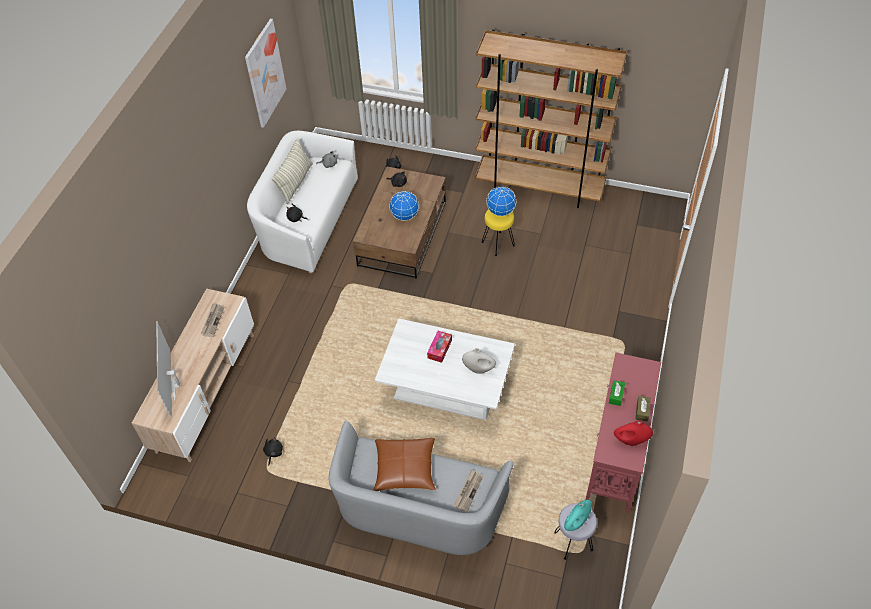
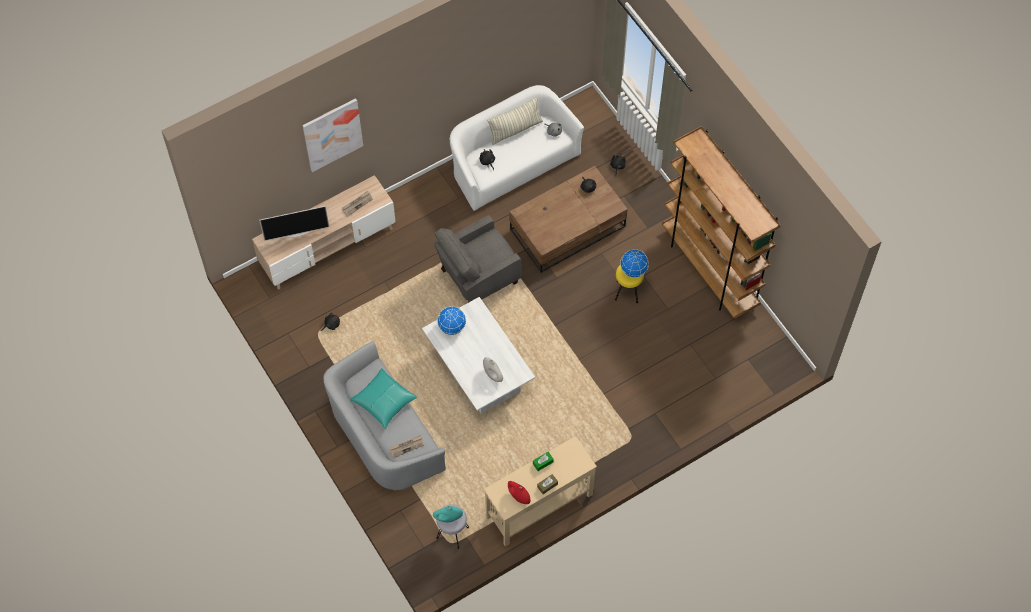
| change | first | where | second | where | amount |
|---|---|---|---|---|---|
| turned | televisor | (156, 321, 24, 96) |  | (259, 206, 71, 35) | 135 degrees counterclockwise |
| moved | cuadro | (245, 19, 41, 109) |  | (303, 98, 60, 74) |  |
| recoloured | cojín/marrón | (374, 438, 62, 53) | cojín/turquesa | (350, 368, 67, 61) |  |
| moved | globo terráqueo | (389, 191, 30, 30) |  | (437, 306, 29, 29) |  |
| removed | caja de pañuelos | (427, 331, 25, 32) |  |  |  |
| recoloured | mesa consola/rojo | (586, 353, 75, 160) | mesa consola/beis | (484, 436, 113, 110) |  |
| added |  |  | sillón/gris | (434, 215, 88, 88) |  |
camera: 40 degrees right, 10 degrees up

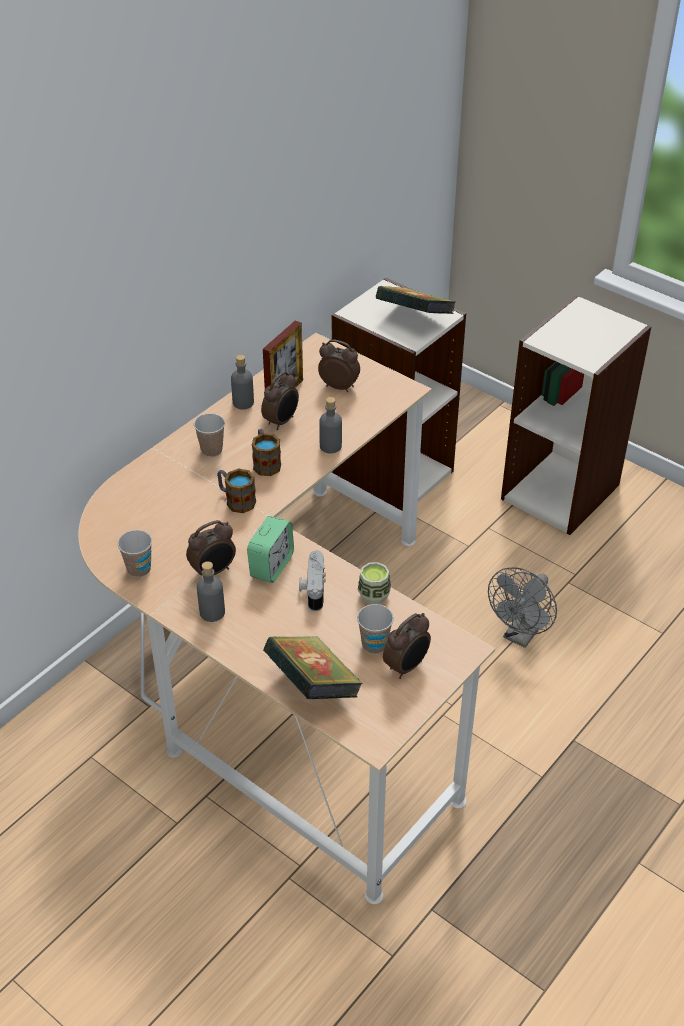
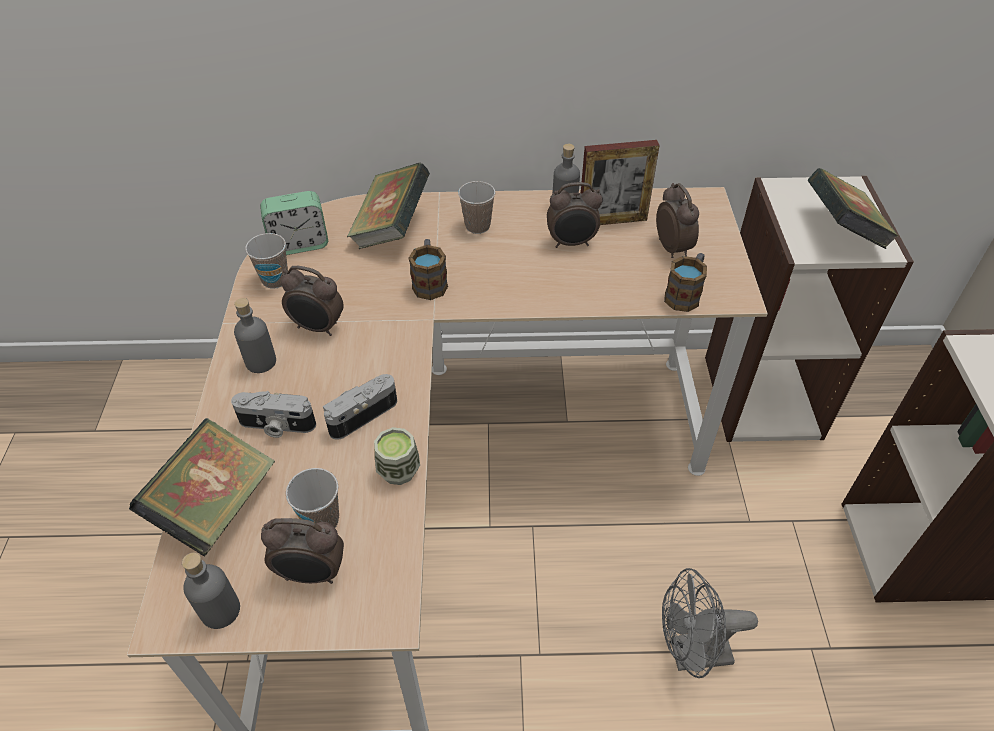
| change | first | where | second | where | amount |
|---|---|---|---|---|---|
| moved | despertador | (247, 516, 47, 67) |  | (260, 191, 68, 64) |  |
| moved | taza grande | (252, 429, 29, 47) |  | (664, 253, 43, 59) |  |
| moved | botella/gris | (319, 397, 23, 56) |  | (182, 553, 58, 76) |  |
| added |  |  | cámara | (231, 391, 85, 47) |  |
| added |  |  | libro | (347, 163, 83, 86) |  |
camera: 50 degrees right, 5 degrees up

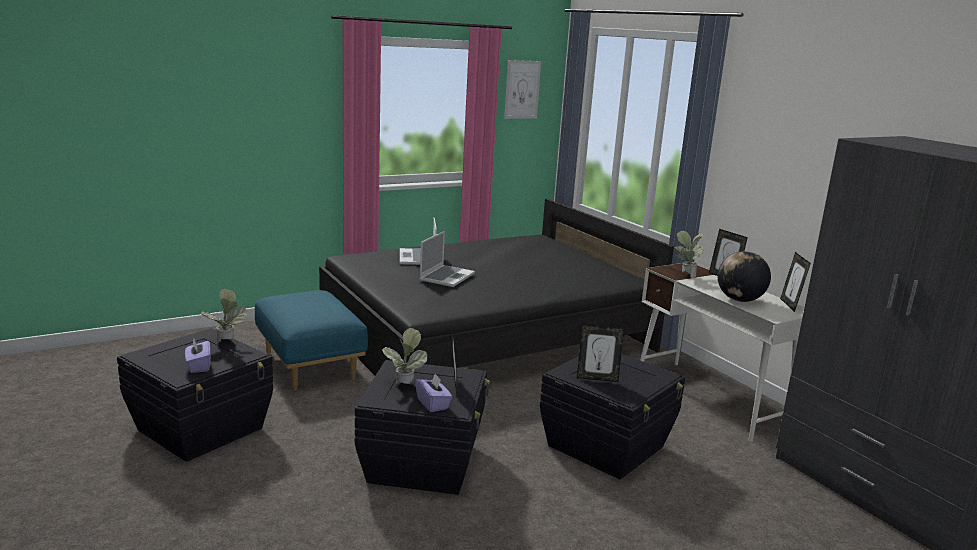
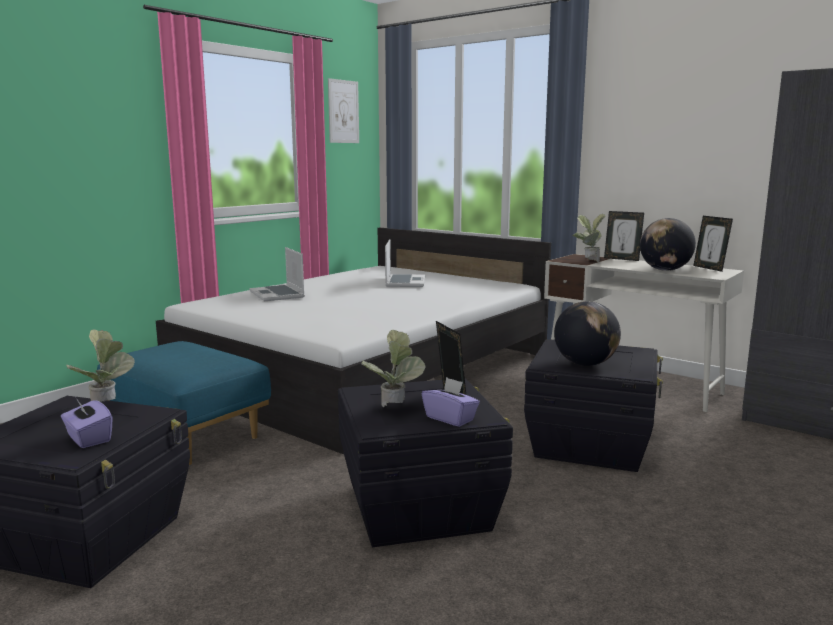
| change | first | where | second | where | amount |
|---|---|---|---|---|---|
| recoloured | cama/negro | (319, 199, 355, 176) | cama/blanco | (156, 228, 395, 226) |  |
| moved | portátil | (420, 231, 55, 56) |  | (385, 240, 40, 47) |  |
| replaced | portarretratos | (577, 324, 47, 58) | globo terráqueo | (554, 301, 67, 65) |  |
camera: 20 degrees left, 5 degrees down

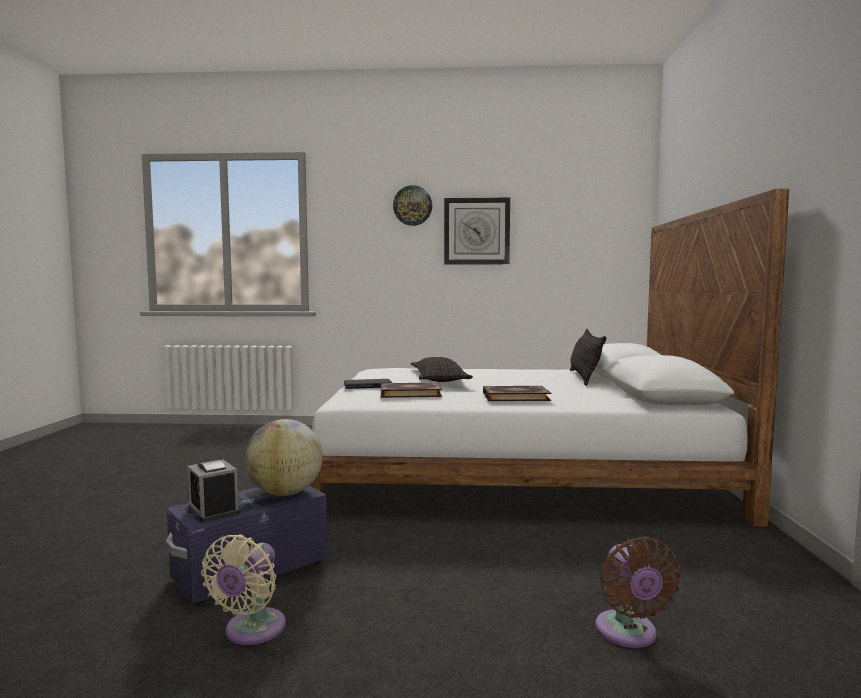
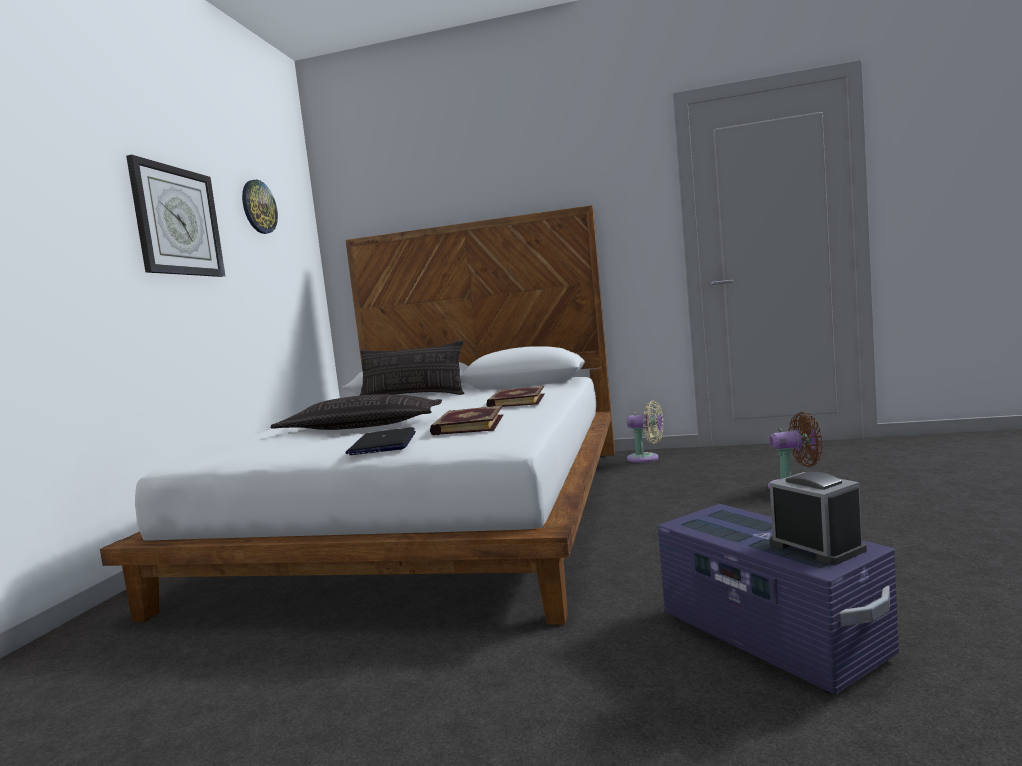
| change | first | where | second | where | amount |
|---|---|---|---|---|---|
| turned | despertador | (187, 459, 52, 63) |  | (770, 472, 97, 93) | 90 degrees counterclockwise |
| moved | ventilador/beis | (201, 534, 85, 111) |  | (627, 400, 36, 63) |  |
| removed | globo terráqueo | (245, 419, 78, 77) |  |  |  |
| moved | reloj de pared | (393, 185, 39, 41) |  | (242, 180, 36, 54) |  |
camera: 80 degrees left, 0 degrees up

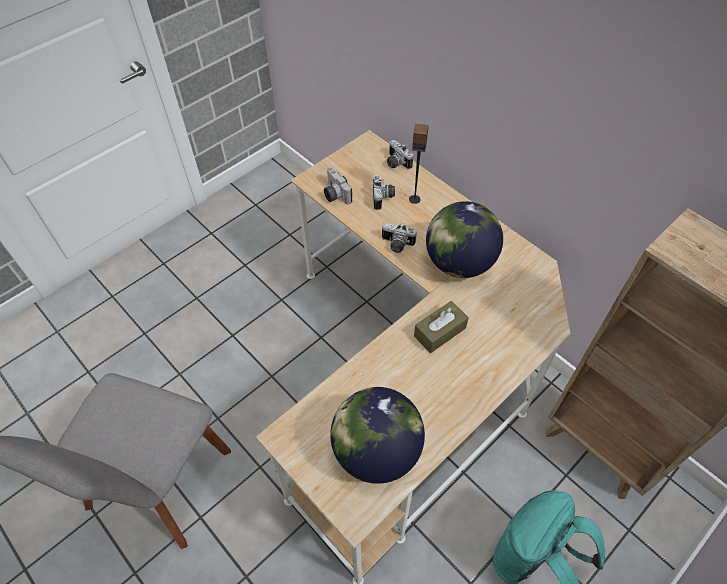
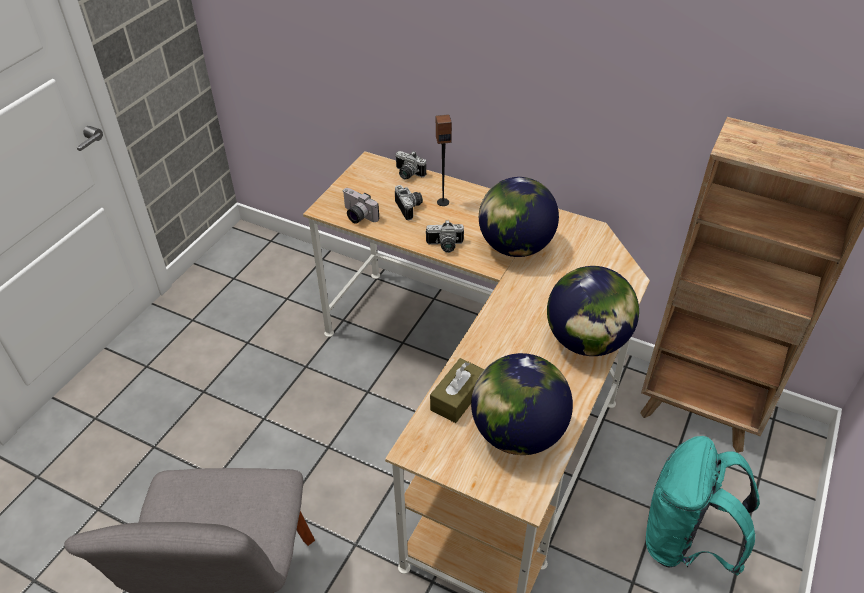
| change | first | where | second | where | amount |
|---|---|---|---|---|---|
| moved | caja de pañuelos/marrón | (414, 301, 55, 52) |  | (430, 358, 54, 65) |  |
| added |  |  | globo terráqueo | (547, 266, 92, 90) |  |
camera: 20 degrees left, 10 degrees down

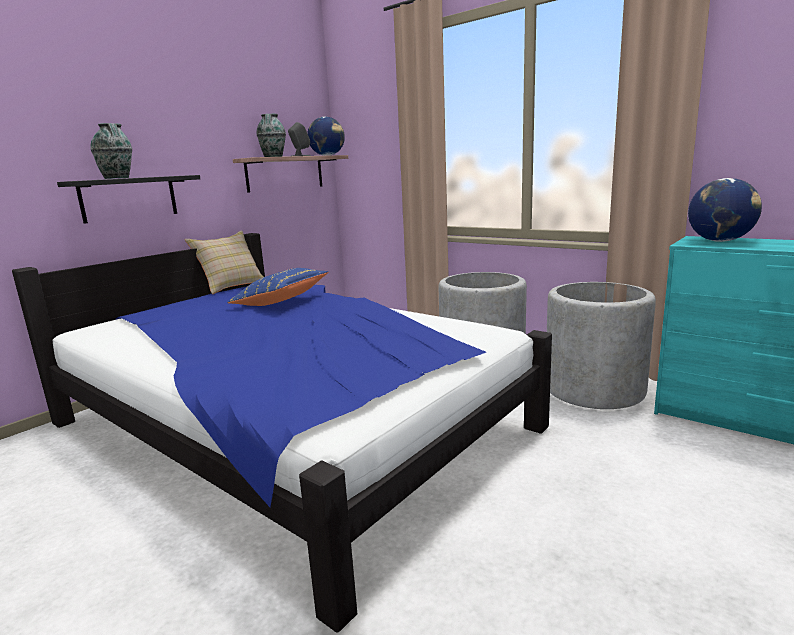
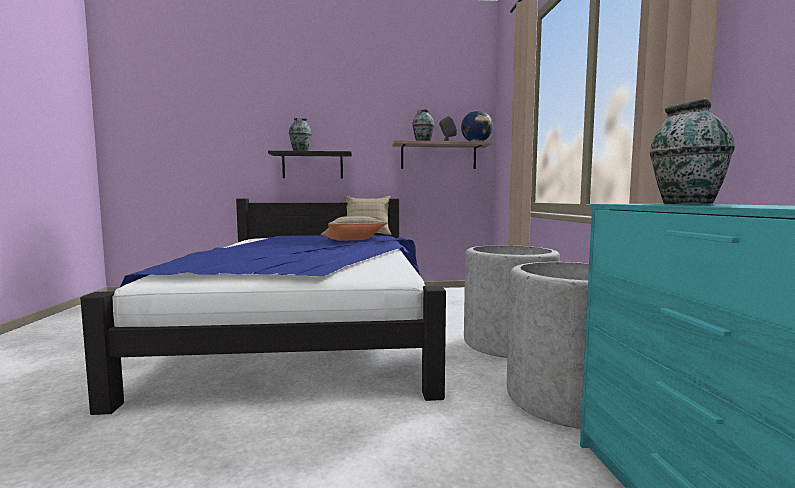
| change | first | where | second | where | amount |
|---|---|---|---|---|---|
| recoloured | cojín/azul | (227, 268, 101, 38) | cojín/beis | (321, 216, 67, 25) |  |
| replaced | globo terráqueo | (688, 178, 74, 64) | florero | (650, 99, 85, 105) |  |
camera: 45 degrees right, 10 degrees down

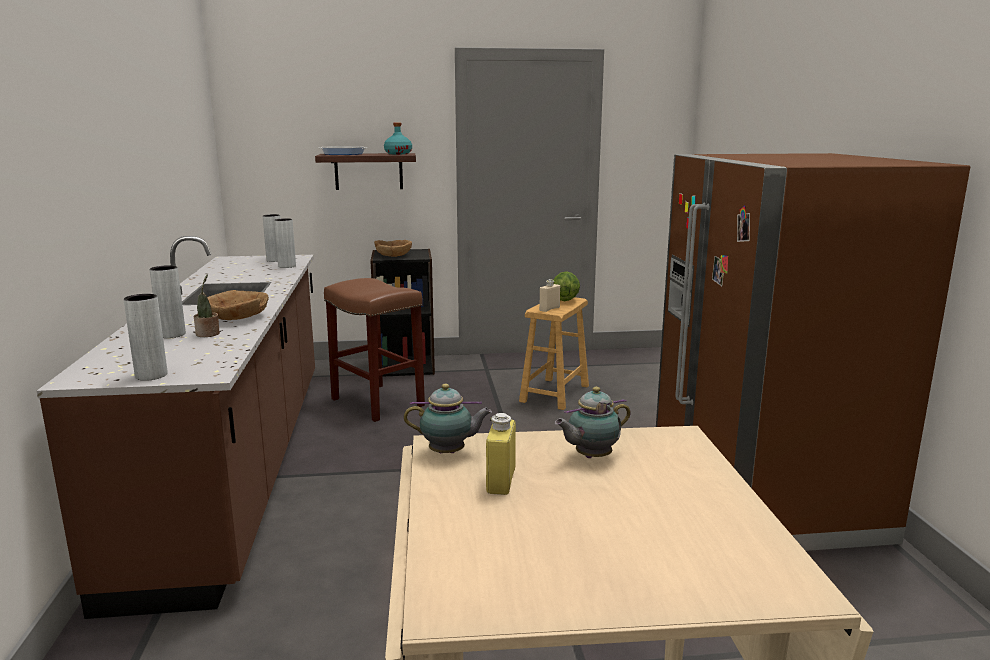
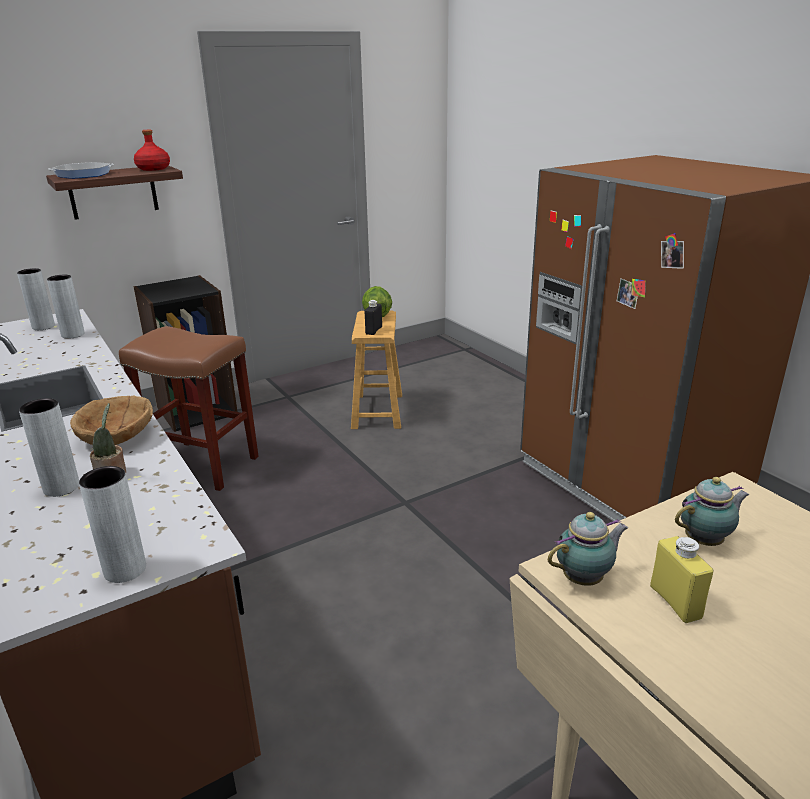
| change | first | where | second | where | amount |
|---|---|---|---|---|---|
| removed | cuenco/marrón | (374, 240, 38, 17) |  |  |  |
| recoloured | botella/turquesa | (384, 122, 28, 32) | botella/rojo | (134, 130, 36, 41) |  |
| recoloured | botella/beis | (539, 279, 21, 33) | botella/negro | (365, 300, 17, 35) |  |
| turned | tetera | (555, 387, 75, 71) |  | (675, 477, 74, 69) | 150 degrees counterclockwise |
camera: 25 degrees left, 10 degrees up

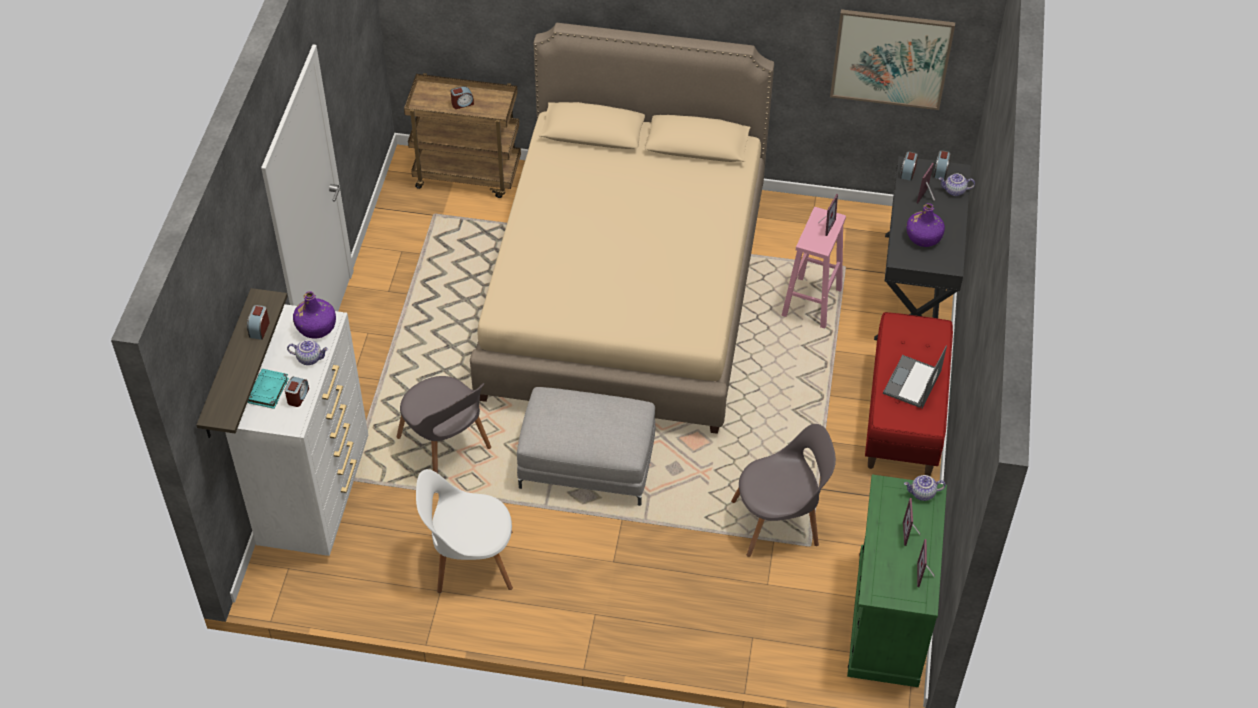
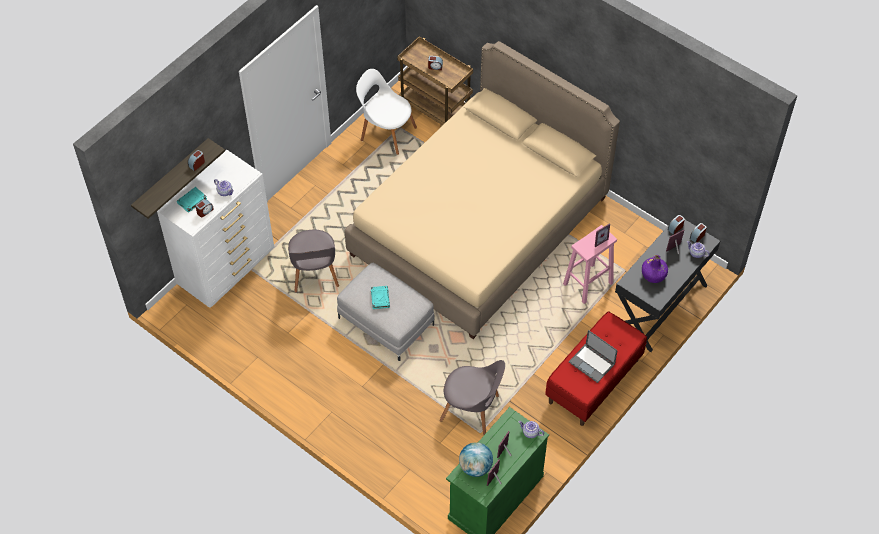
| change | first | where | second | where | amount |
|---|---|---|---|---|---|
| removed | botella/morado | (293, 291, 43, 48) |  |  |  |
| moved | silla/blanco | (416, 469, 97, 124) |  | (356, 69, 61, 86) |  |
| removed | cuadro | (830, 9, 125, 101) |  |  |  |
| turned | portátil | (883, 346, 64, 62) |  | (569, 330, 49, 53) | 105 degrees counterclockwise |
| added |  |  | libro/turquesa | (371, 286, 19, 23) |  |
| added |  |  | globo terráqueo | (459, 442, 34, 35) |  |
camera: 30 degrees right, 5 degrees up

